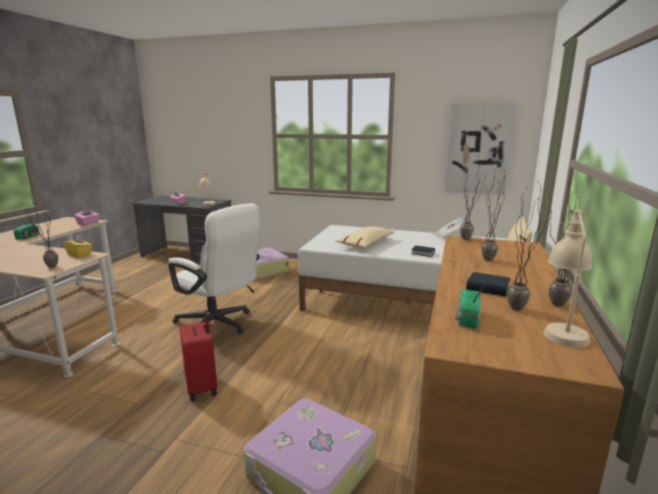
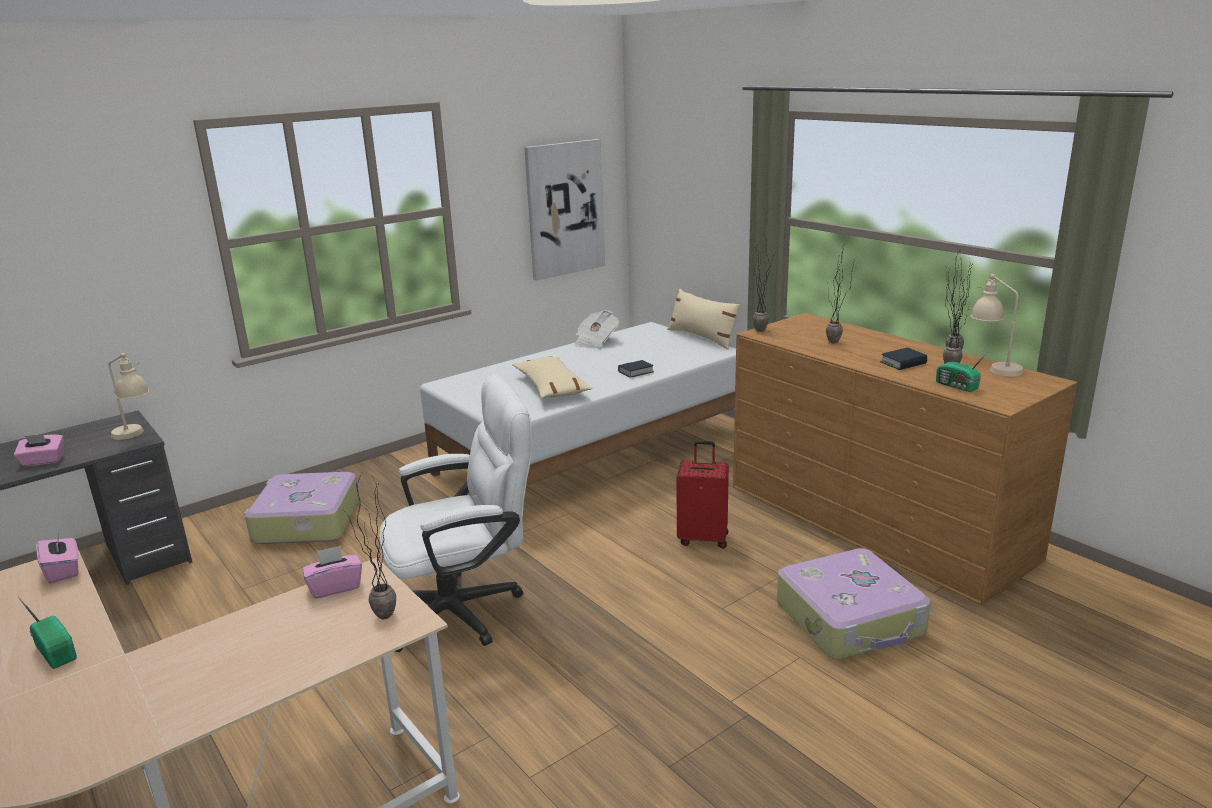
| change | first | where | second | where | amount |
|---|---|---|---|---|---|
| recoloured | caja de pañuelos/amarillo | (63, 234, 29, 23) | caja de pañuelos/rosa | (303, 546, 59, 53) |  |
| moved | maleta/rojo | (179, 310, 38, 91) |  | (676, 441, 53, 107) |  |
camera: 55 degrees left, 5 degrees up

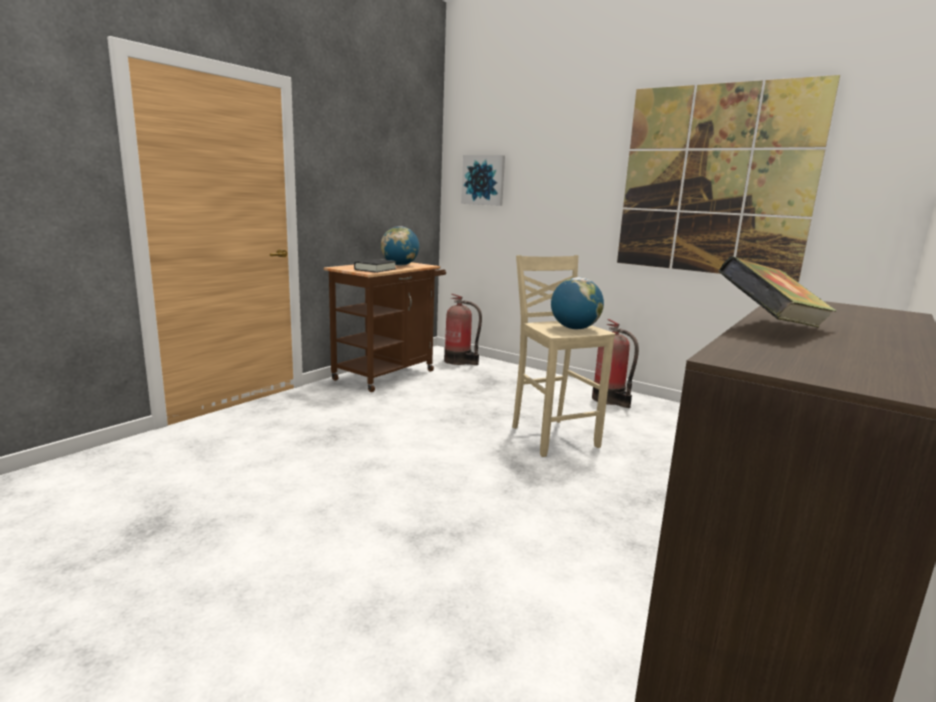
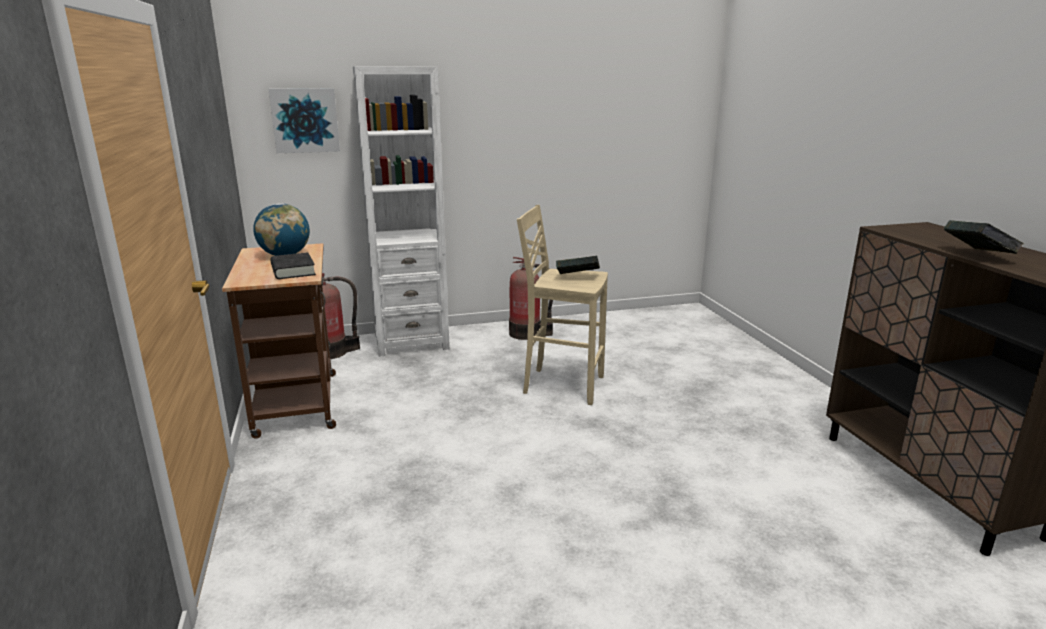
| change | first | where | second | where | amount |
|---|---|---|---|---|---|
| replaced | globo terráqueo | (551, 277, 53, 52) | libro | (556, 256, 44, 18) |  |
| removed | cuadro | (617, 75, 223, 207) |  |  |  |
| added |  |  | estantería/blanco | (353, 66, 97, 291) |  |
camera: 50 degrees left, 5 degrees up

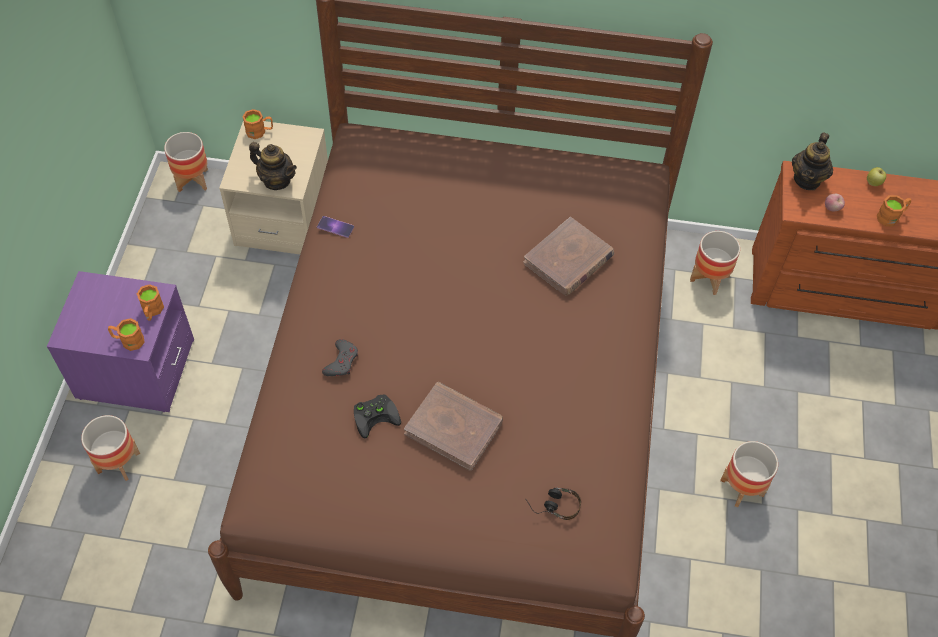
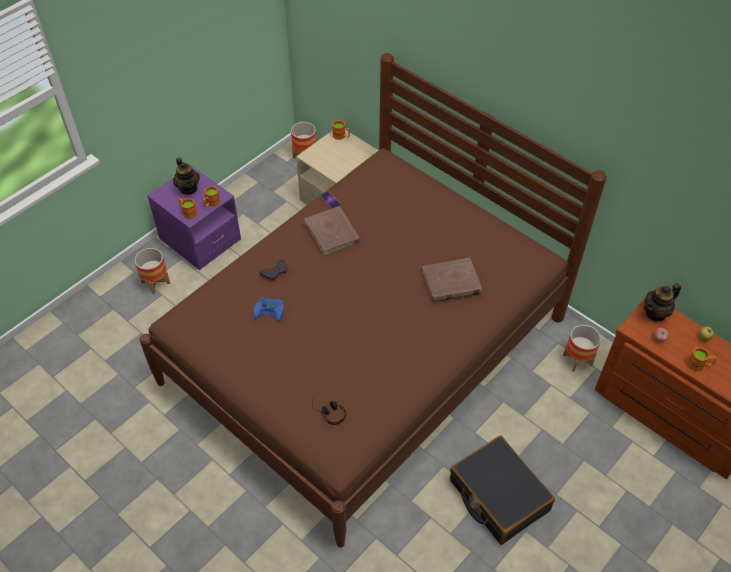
| change | first | where | second | where | amount |
|---|---|---|---|---|---|
| moved | tetera | (249, 142, 48, 48) |  | (173, 158, 27, 37) |  |
| recoloured | mando de consola/negro | (354, 394, 47, 44) | mando de consola/azul | (253, 297, 30, 25) |  |
| moved | libro/marrón | (404, 382, 99, 89) |  | (304, 207, 56, 49) |  |
| replaced | maceta | (720, 441, 58, 66) | maleta/negro | (450, 435, 105, 110) |  |
camera: 35 degrees right, 5 degrees down

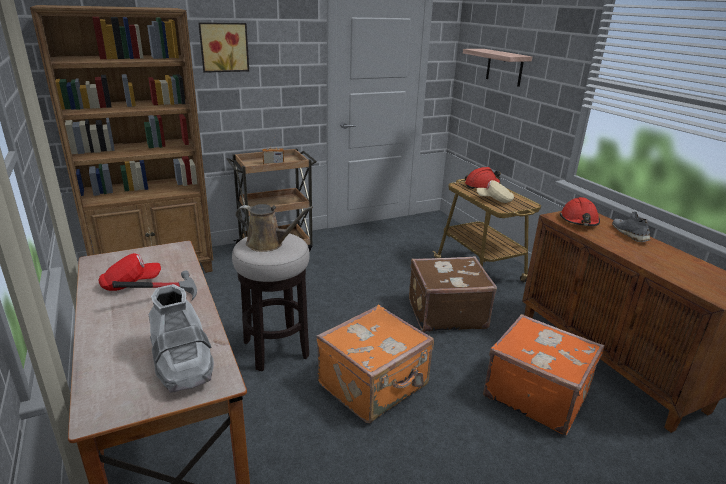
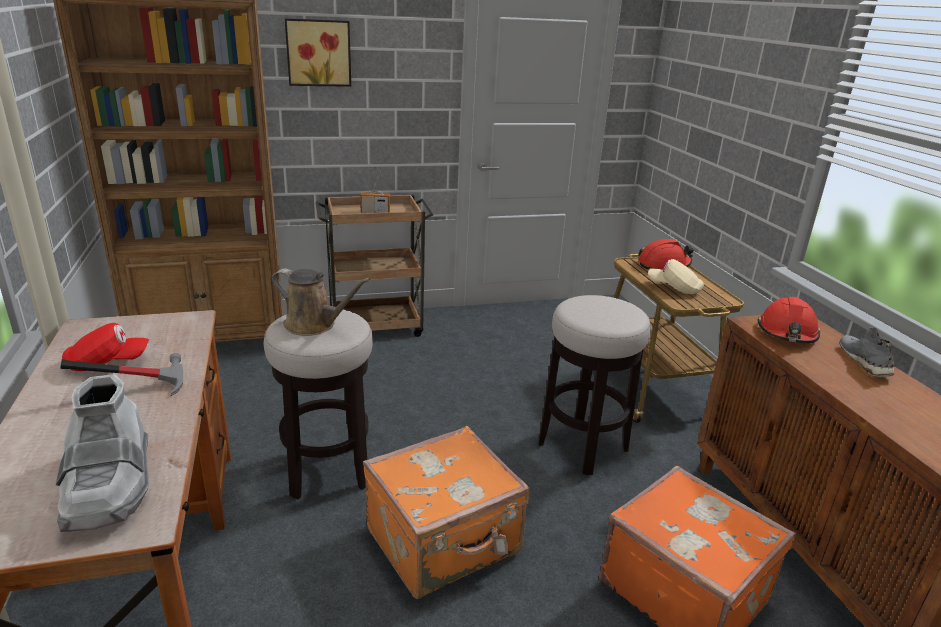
| change | first | where | second | where | amount |
|---|---|---|---|---|---|
| replaced | maleta/marrón | (409, 256, 88, 76) | taburete | (539, 295, 112, 180) |  |
| removed | estante | (463, 49, 69, 38) |  |  |  |
camera: 10 degrees right, 0 degrees up

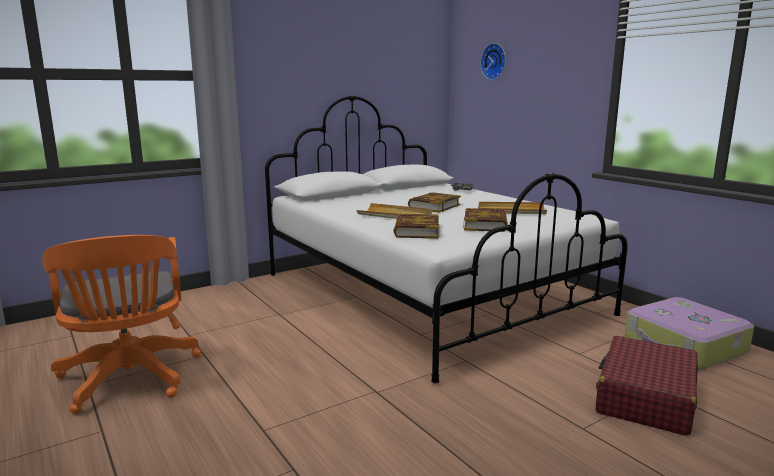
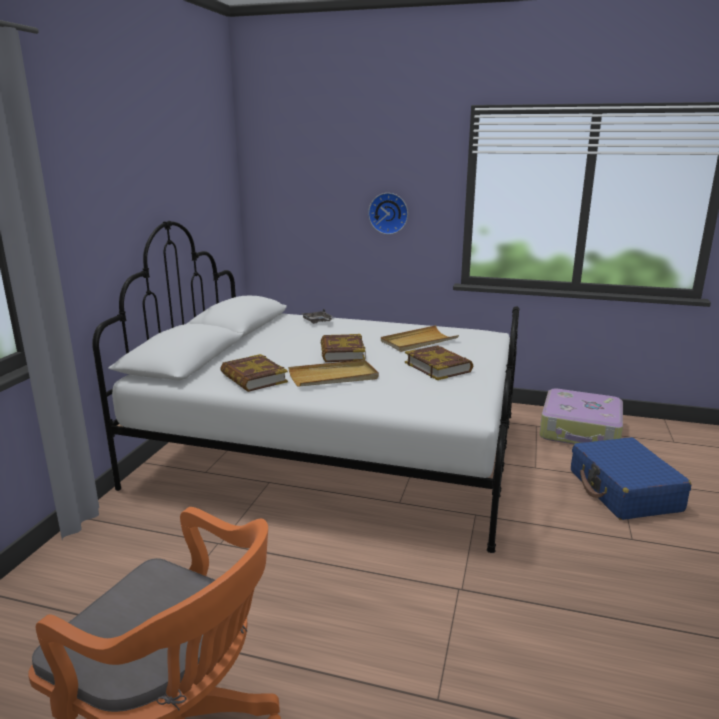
| change | first | where | second | where | amount |
|---|---|---|---|---|---|
| moved | libro | (394, 214, 45, 25) |  | (220, 354, 68, 38) |  |
| moved | reloj de pared | (480, 43, 26, 37) |  | (368, 193, 40, 42) |  |
| recoloured | maleta/rojo | (596, 336, 102, 100) | maleta/azul | (571, 437, 120, 83) |  |
camera: 40 degrees left, 5 degrees up

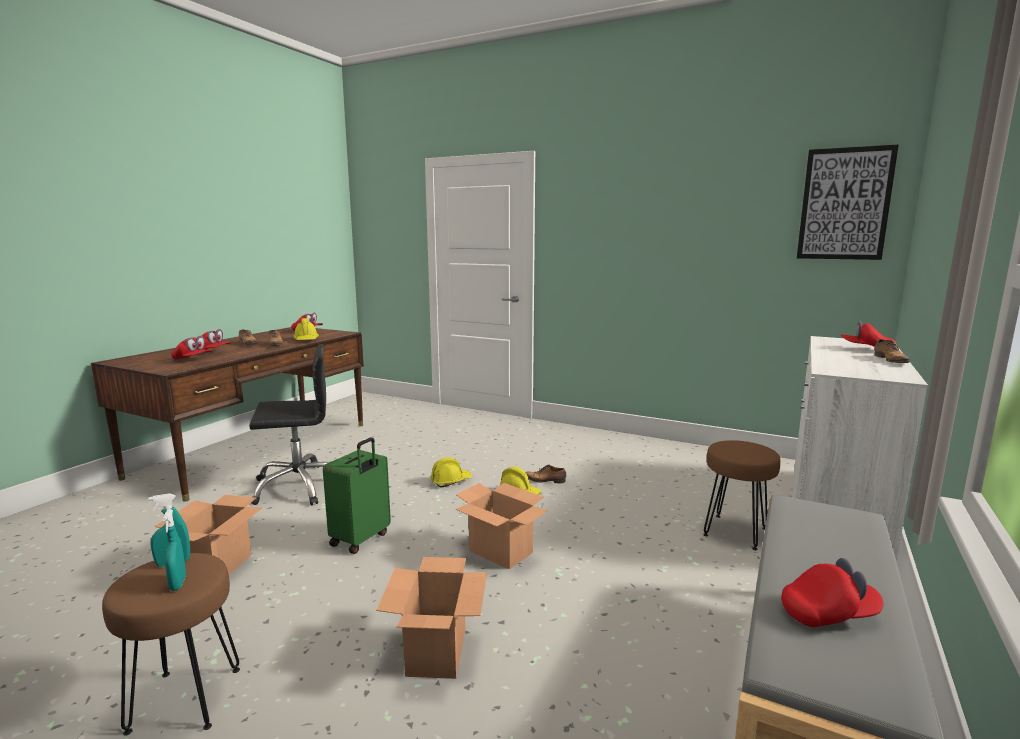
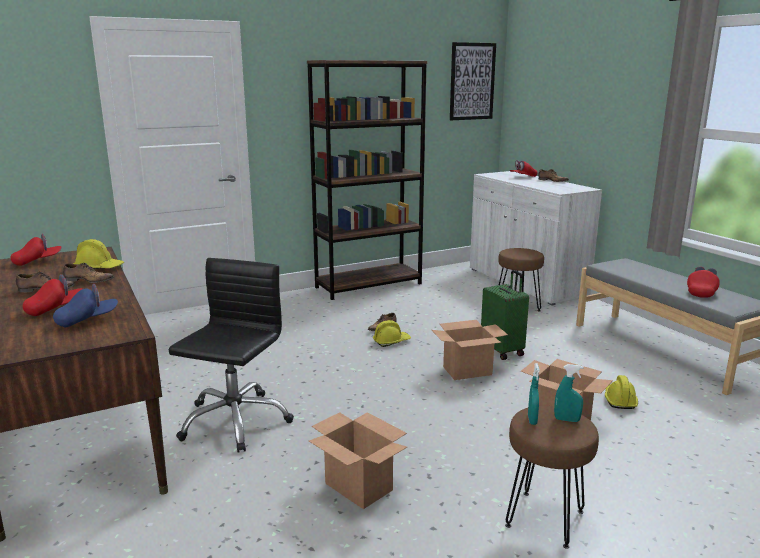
| change | first | where | second | where | amount |
|---|---|---|---|---|---|
| recoloured | gorra/rojo | (171, 336, 41, 24) | gorra/azul | (53, 284, 65, 43) |  |
| moved | maleta/verde | (323, 437, 68, 117) |  | (481, 270, 48, 90) |  |
| moved | casco/amarillo | (430, 457, 42, 31) |  | (605, 375, 33, 34) |  |
| added |  |  | estantería/marrón | (307, 60, 120, 240) |  |
camera: 55 degrees left, 5 degrees up

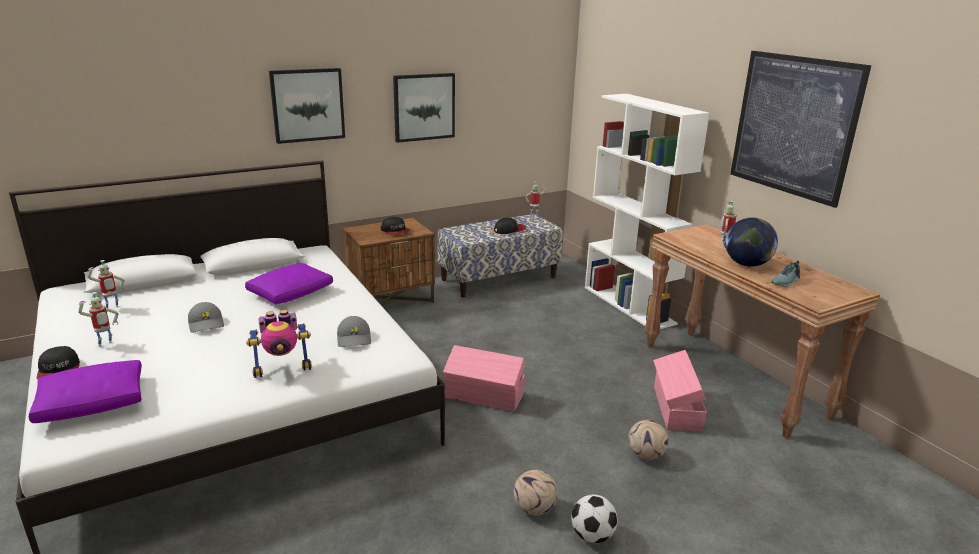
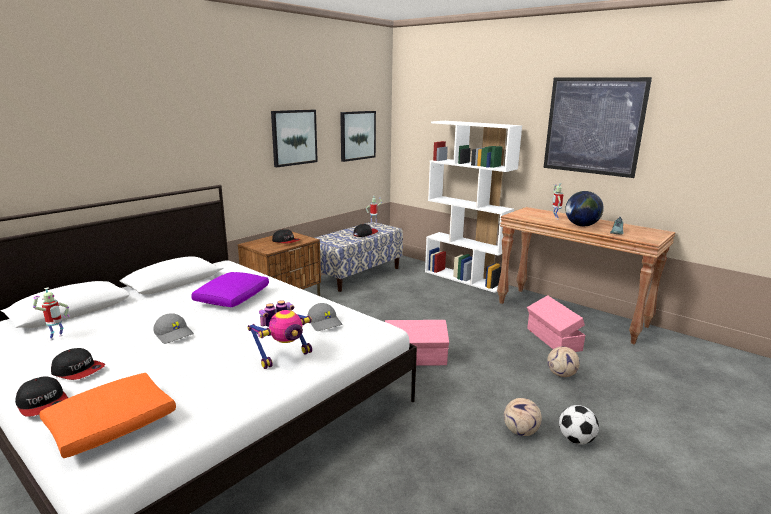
| change | first | where | second | where | amount |
|---|---|---|---|---|---|
| recoloured | cojín/morado | (29, 360, 113, 63) | cojín/naranja | (39, 373, 137, 85) |  |
| replaced | robot de juguete | (78, 292, 41, 55) | gorra | (51, 348, 54, 32) |  |
| moved | cuadro | (269, 68, 76, 76) |  | (340, 111, 36, 51) |  |
camera: 20 degrees left, 5 degrees down

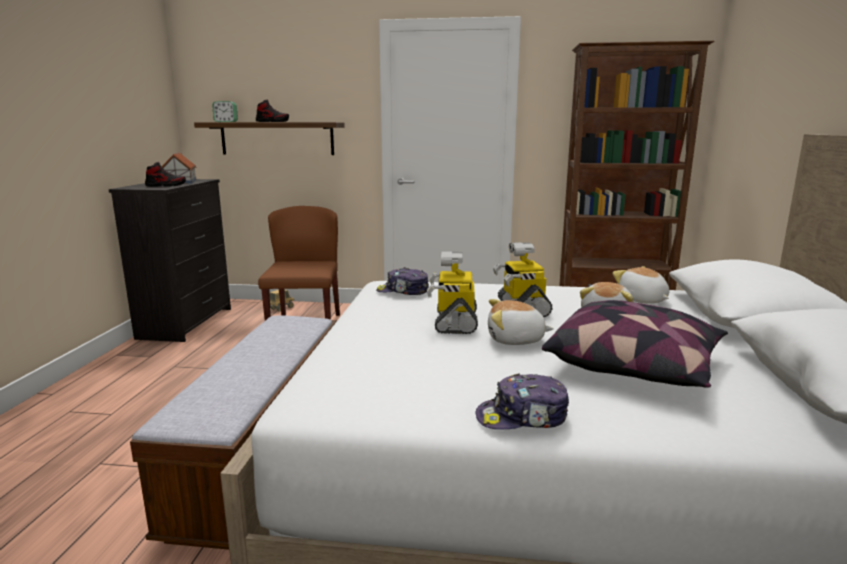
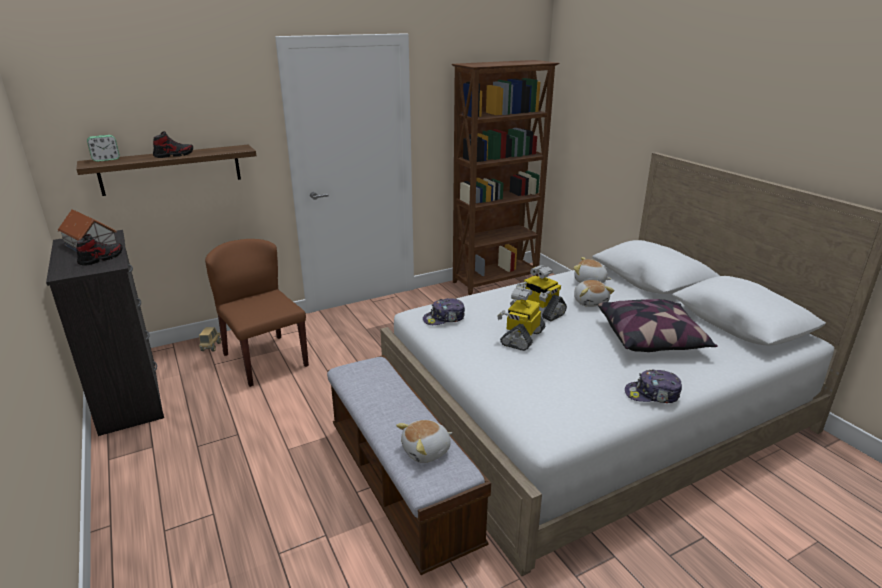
| change | first | where | second | where | amount |
|---|---|---|---|---|---|
| turned | robot de juguete | (427, 251, 51, 83) |  | (497, 287, 48, 64) | 60 degrees clockwise |
| turned | gorra | (476, 374, 93, 55) |  | (625, 370, 57, 33) | 45 degrees clockwise |
| moved | peluche | (488, 299, 66, 46) |  | (396, 420, 56, 43) |  |
camera: 35 degrees left, 10 degrees up

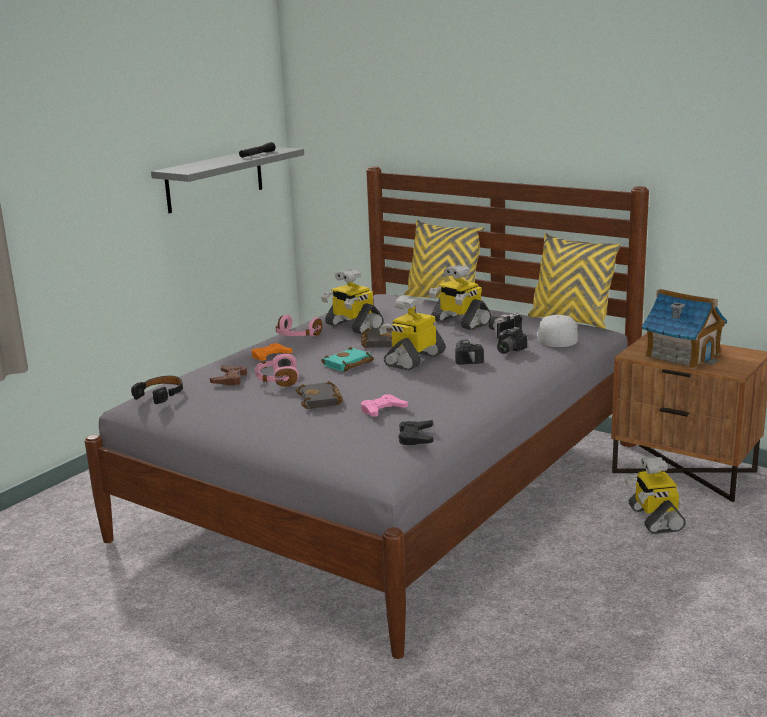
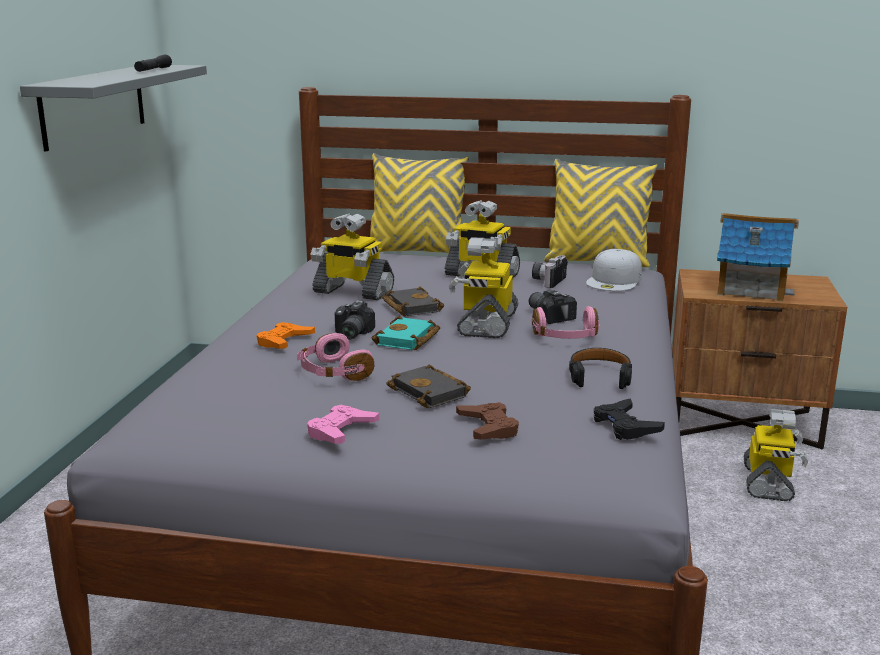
| change | first | where | second | where | amount |
|---|---|---|---|---|---|
| moved | auriculares/negro | (131, 376, 52, 28) |  | (569, 348, 63, 41) |  |
| moved | mando de consola/marrón | (210, 365, 37, 20) |  | (456, 402, 63, 38) |  |
| moved | auriculares/rosa | (276, 315, 46, 21) |  | (531, 306, 68, 33) |  |
| moved | mando de consola/rosa | (361, 394, 47, 23) |  | (307, 404, 72, 40) |  |
| moved | cámara | (497, 327, 30, 27) |  | (335, 300, 40, 40) |  |
| turned | gorra/blanco | (537, 315, 41, 32) |  | (586, 249, 56, 42) | 135 degrees counterclockwise |
| turned | robot de juguete | (624, 457, 62, 77) |  | (744, 409, 64, 92) | 135 degrees counterclockwise |
camera: 25 degrees left, 0 degrees up

